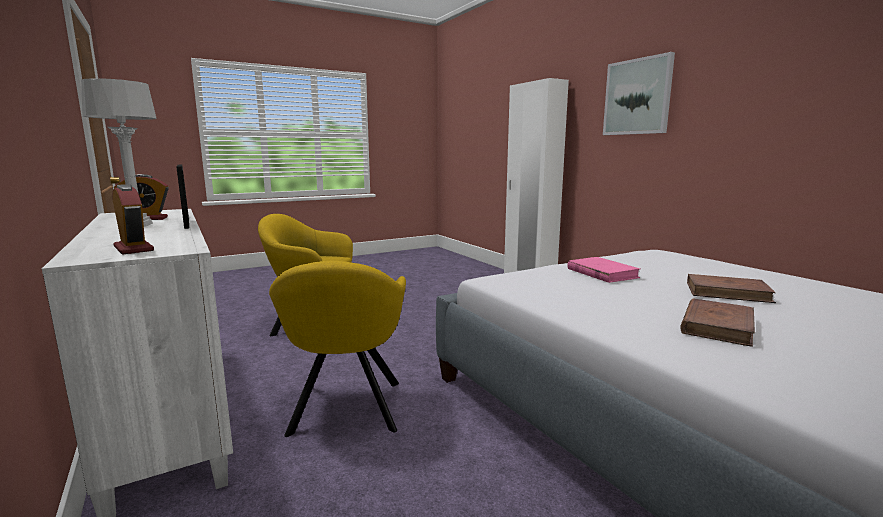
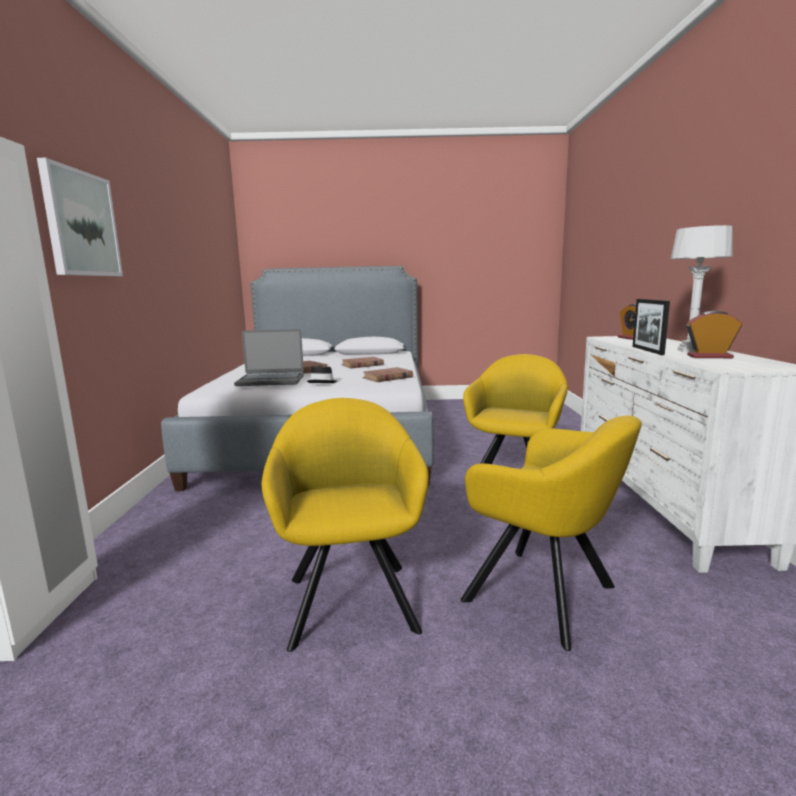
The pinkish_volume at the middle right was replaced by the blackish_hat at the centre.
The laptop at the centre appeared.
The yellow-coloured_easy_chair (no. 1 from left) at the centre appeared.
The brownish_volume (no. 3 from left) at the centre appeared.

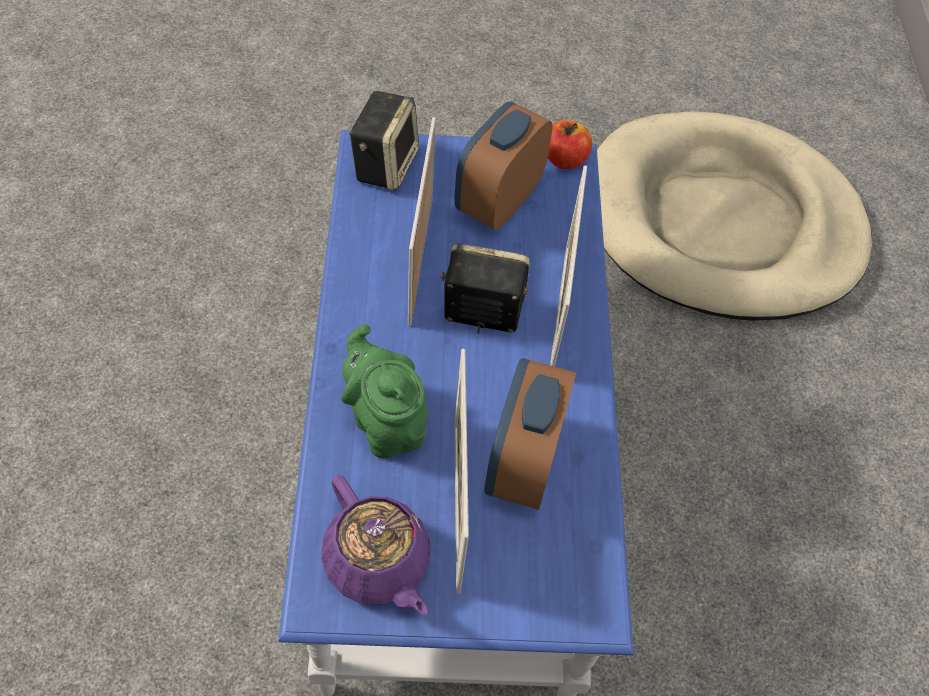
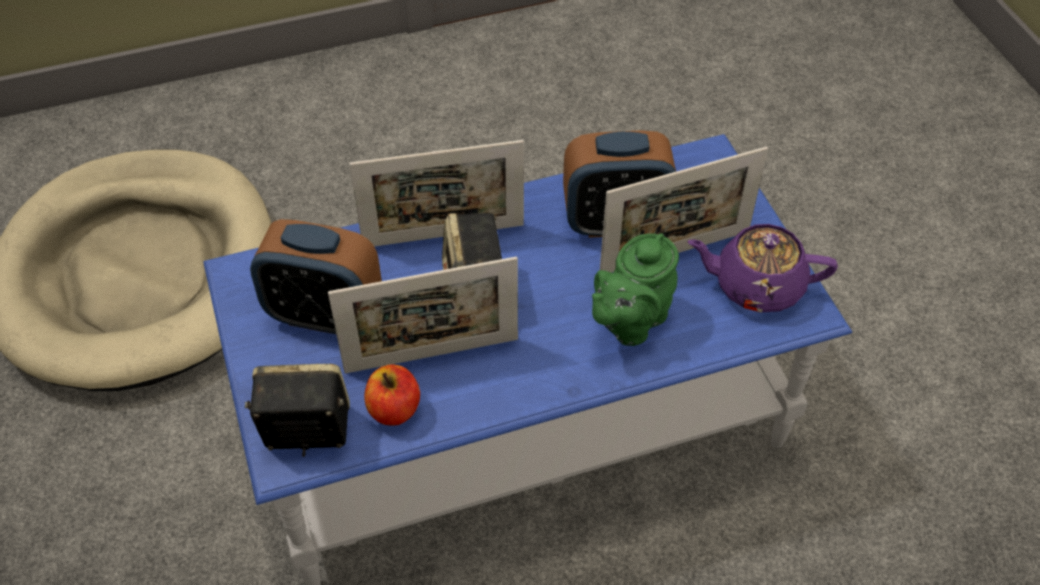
The purple-coloured_teapot at the bottom centre turned 120 degrees counterclockwise.
The whole_apple moved from the top centre to the bottom centre.

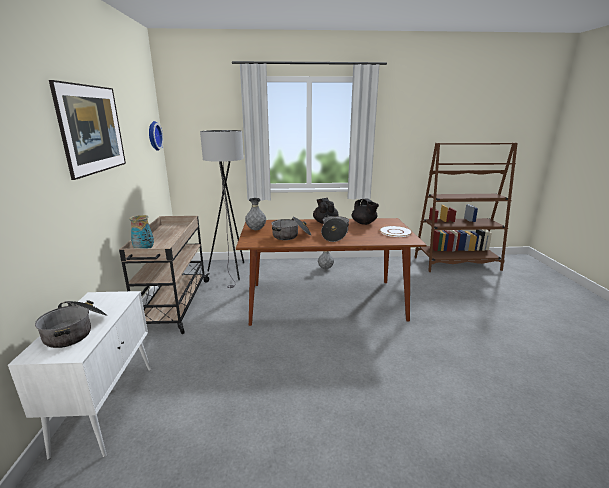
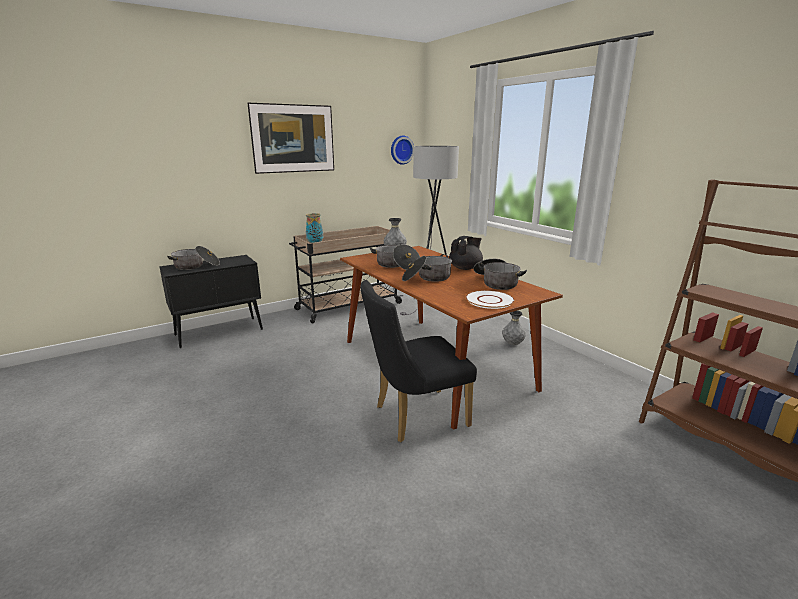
The white_cupboard at the bottom left became the blackish_cupboard at the middle left.
The blackish_teapot (no. 2 from left) at the centre was replaced by the cooking_pot (no. 4 from left) at the centre.
The blackish_upright_chair at the centre appeared.

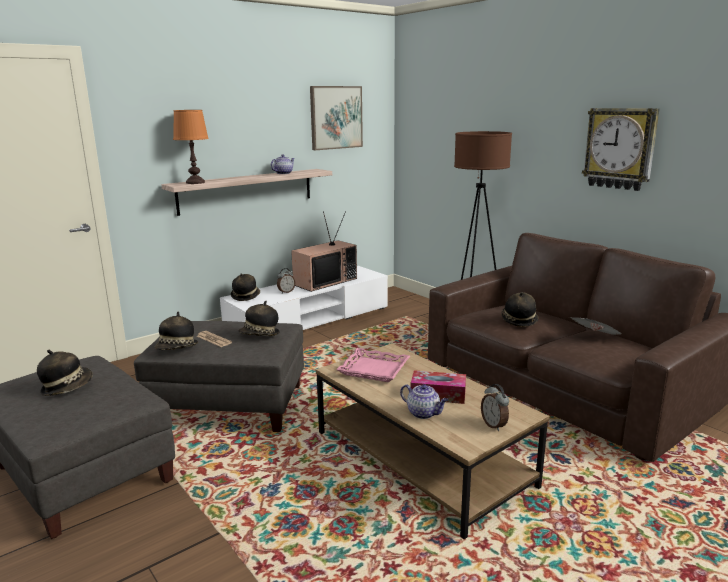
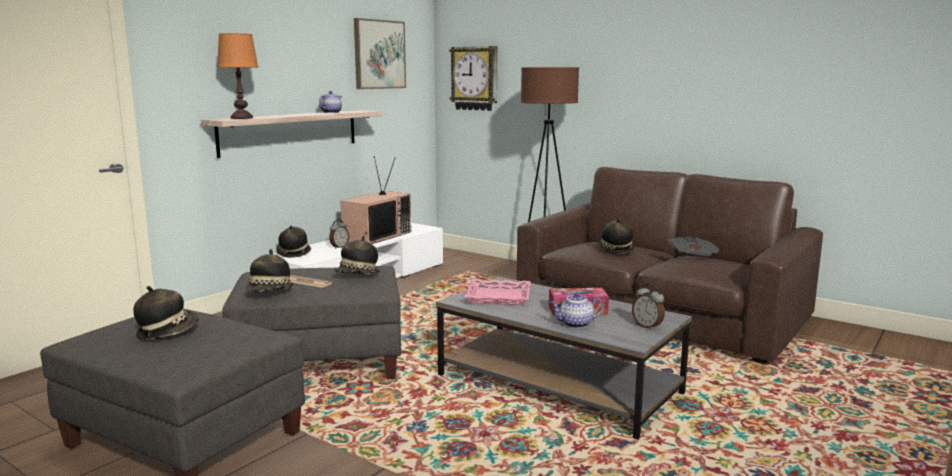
The brownish_coffee_table at the bottom centre became the gray_coffee_table at the bottom centre.
The teapot (no. 2 from left) at the bottom centre turned 150 degrees clockwise.
The clock_on_the_wall moved from the top right to the top centre.

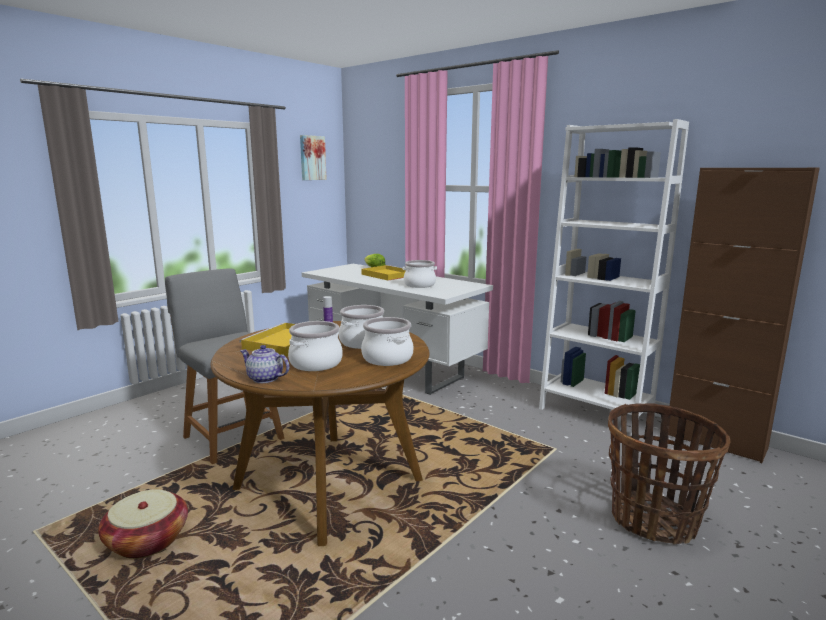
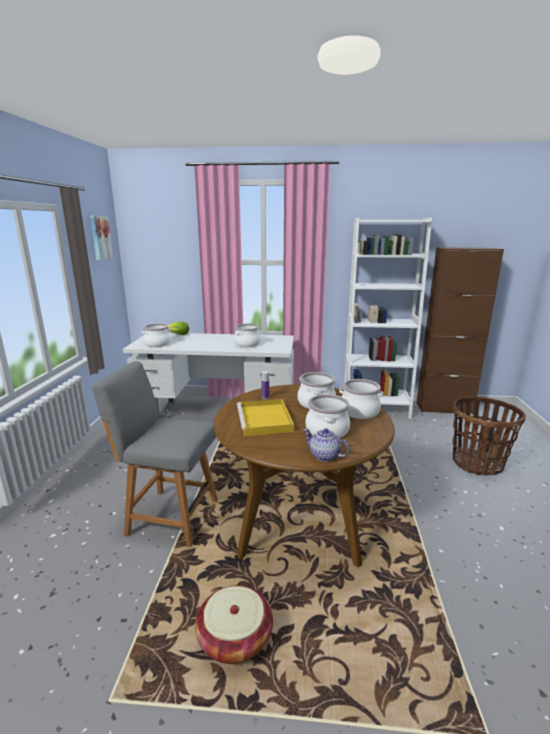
The teapot at the middle left turned 45 degrees clockwise.
The yellow-coloured_tray (no. 2 from left) at the centre disappeared.
The cooking_pot (no. 1 from left) at the middle left appeared.

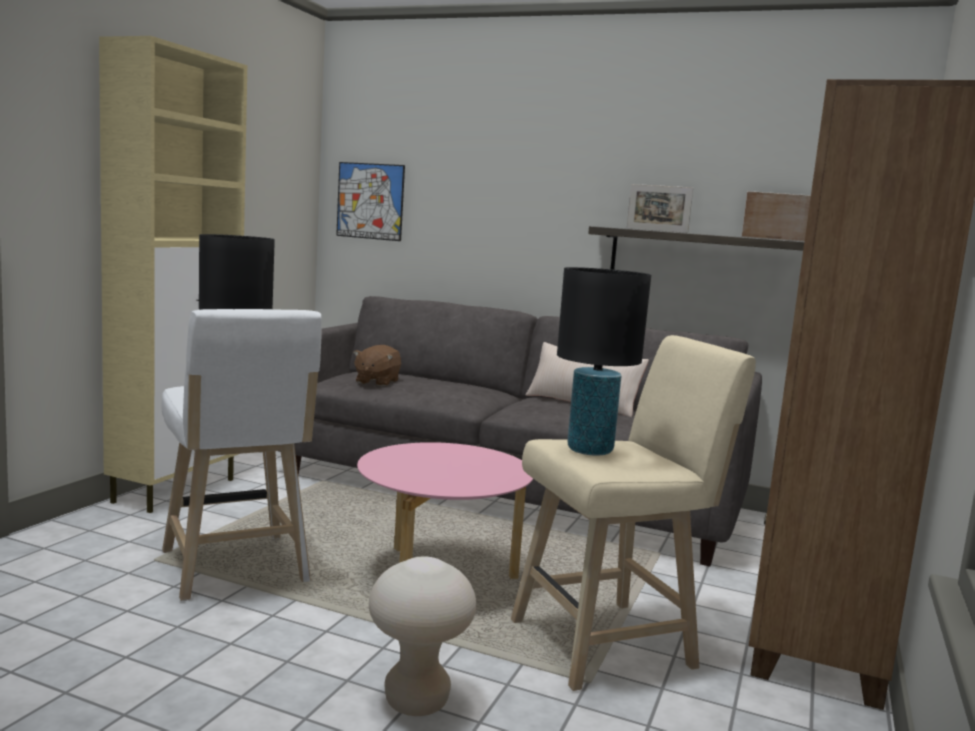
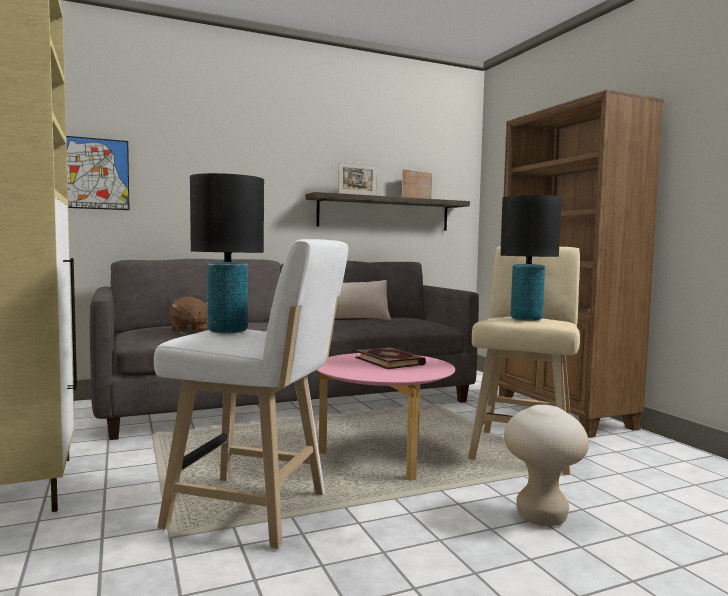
The volume at the centre appeared.

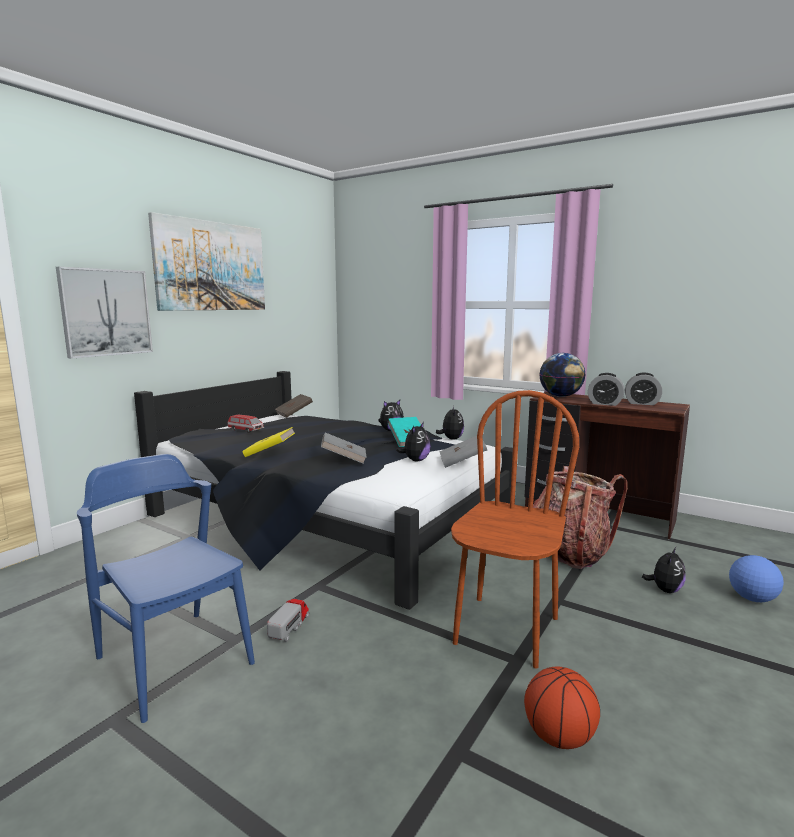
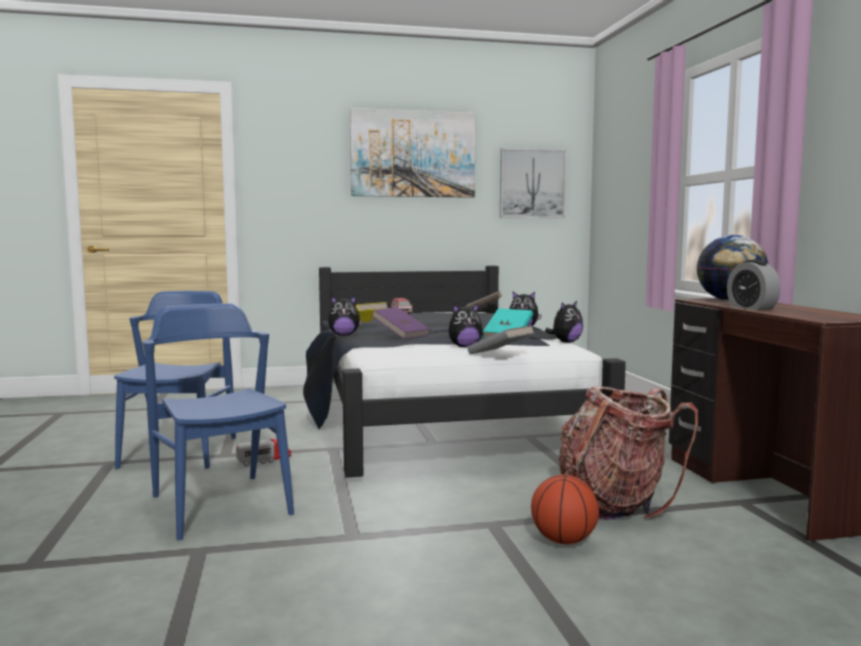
The picture (no. 1 from left in the first image) moved from the middle left to the top centre.
The gray_volume (no. 1 from left) at the centre became the purple-coloured_volume at the centre.
The brownish_upright_chair at the centre disappeared.
The basketball moved from the bottom right to the bottom centre.
The bedside_clock (no. 2 from left) at the middle right disappeared.
The soft_toy (no. 4 from left in the first image) moved from the bottom right to the centre.
The ball_for_football at the bottom right disappeared.
The bluish_upright_chair (no. 2 from left) at the middle left appeared.

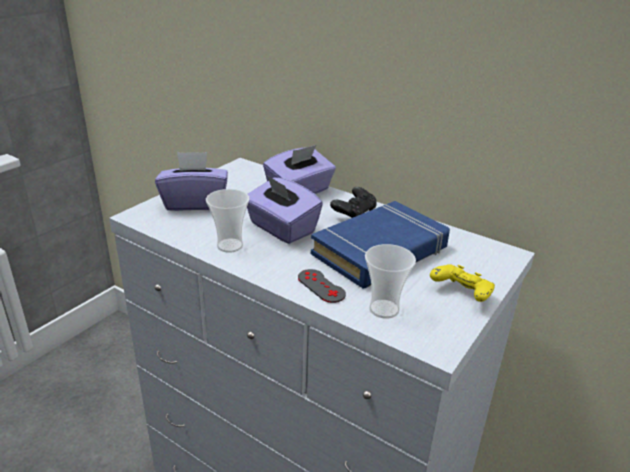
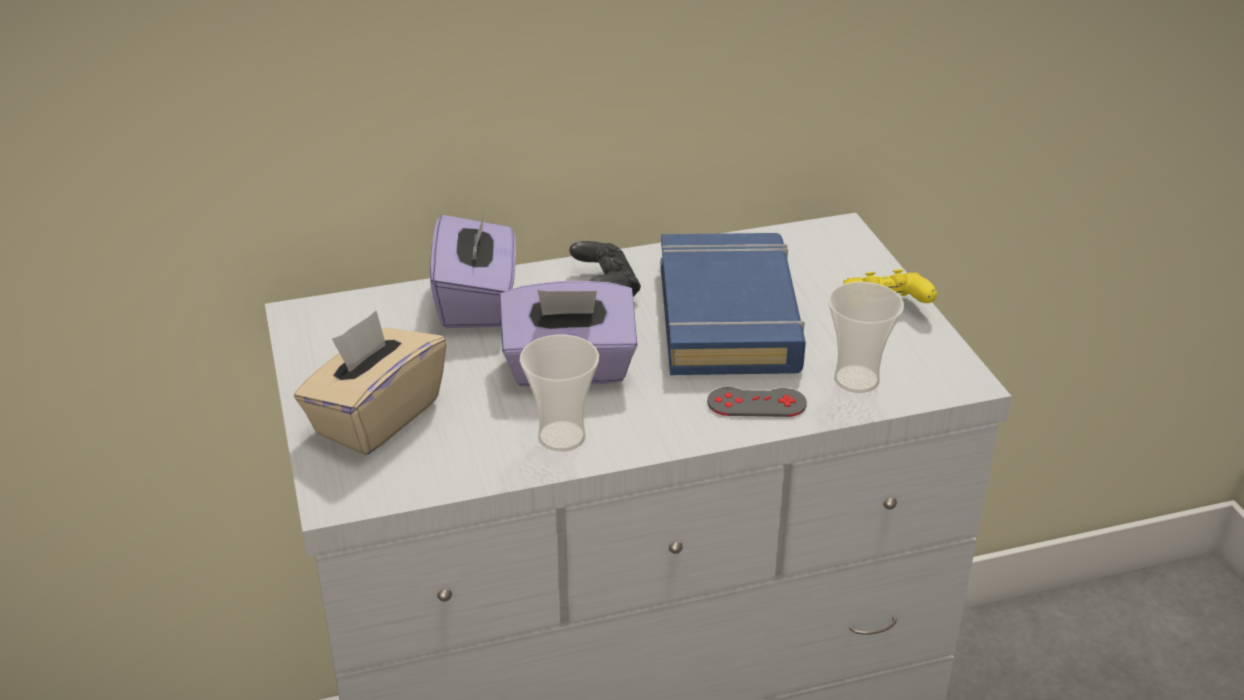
The purple-coloured_box_of_tissues (no. 1 from left) at the middle left became the beige_box_of_tissues at the middle left.

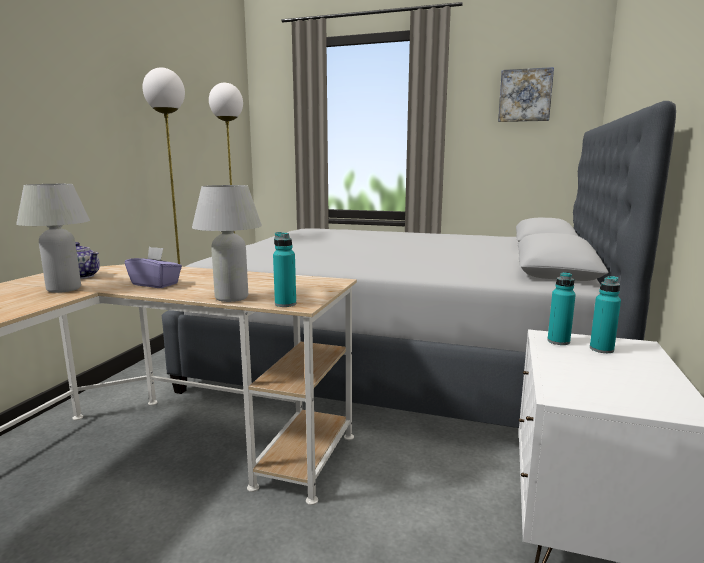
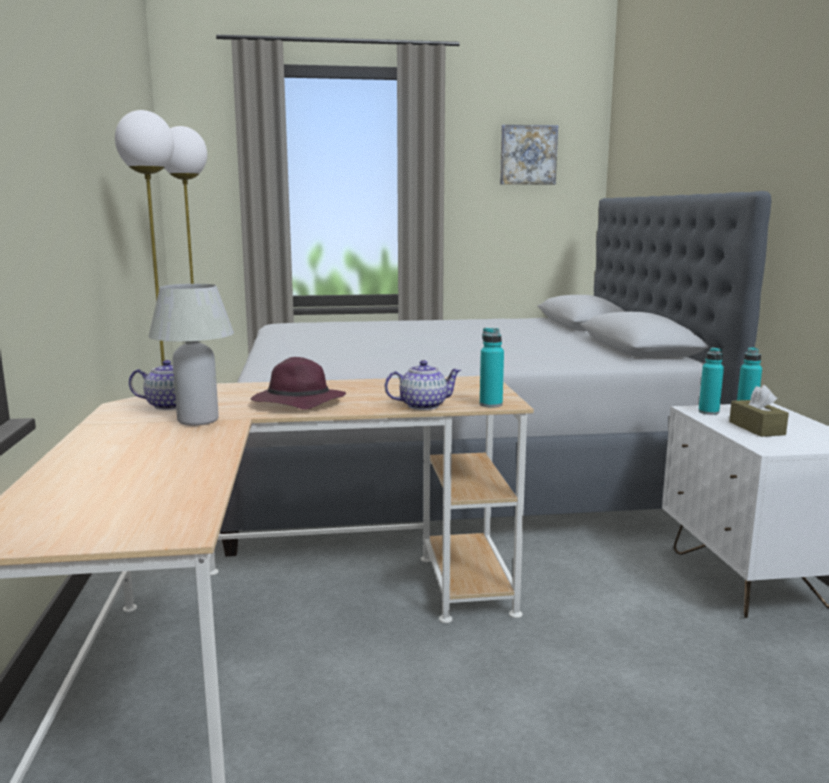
The purple-coloured_box_of_tissues at the middle left was replaced by the purple-coloured_hat at the centre.
The white_lamp_for_a_table (no. 2 from left) at the middle left was replaced by the teapot (no. 2 from left) at the centre.
The brownish_box_of_tissues at the middle right appeared.

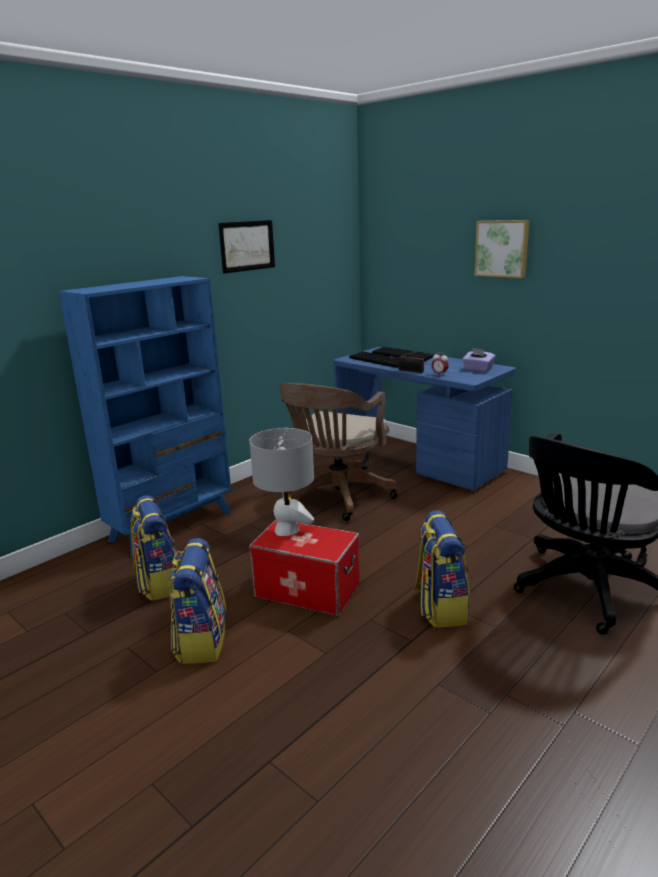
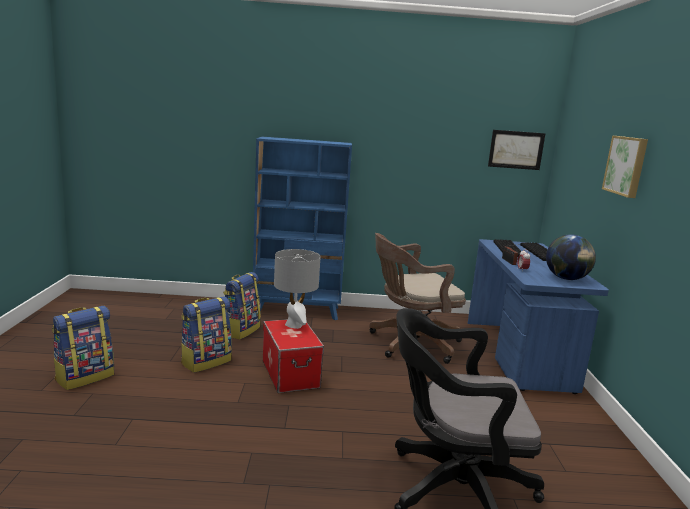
The picture (no. 1 from left) moved from the top centre to the top right.
The backpack (no. 3 from left in the first image) moved from the middle right to the bottom left.
The purple-coloured_box_of_tissues at the middle right was replaced by the desk_globe at the middle right.

